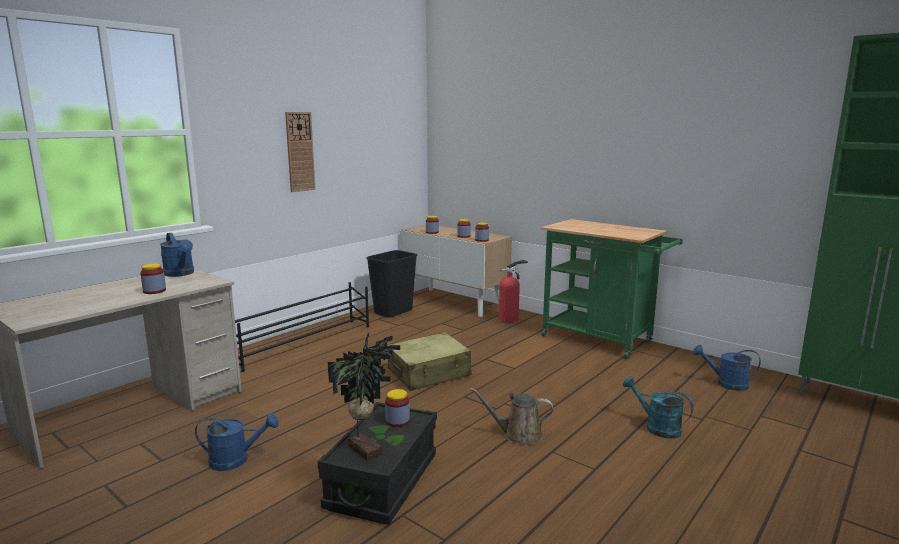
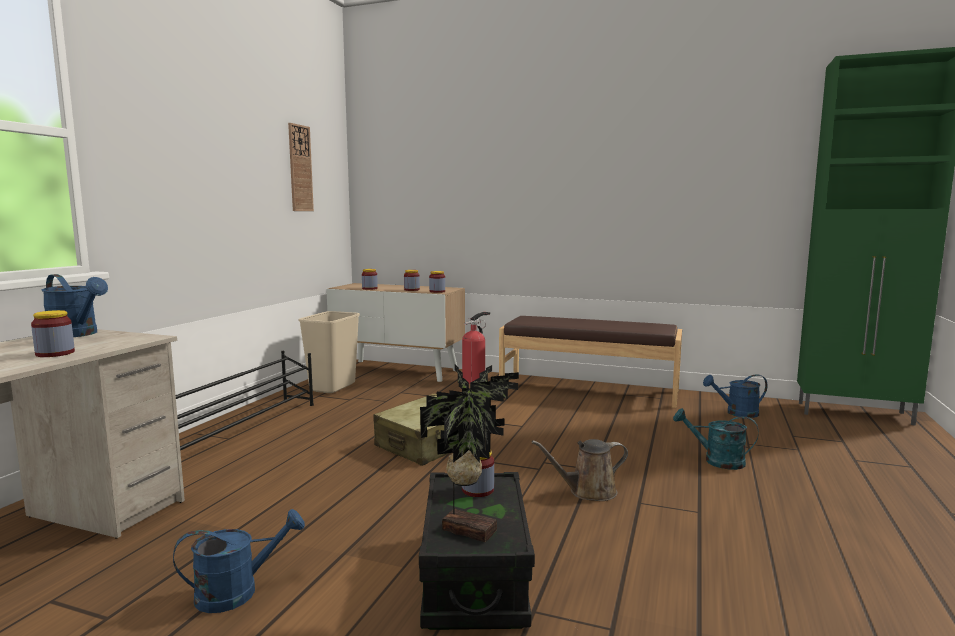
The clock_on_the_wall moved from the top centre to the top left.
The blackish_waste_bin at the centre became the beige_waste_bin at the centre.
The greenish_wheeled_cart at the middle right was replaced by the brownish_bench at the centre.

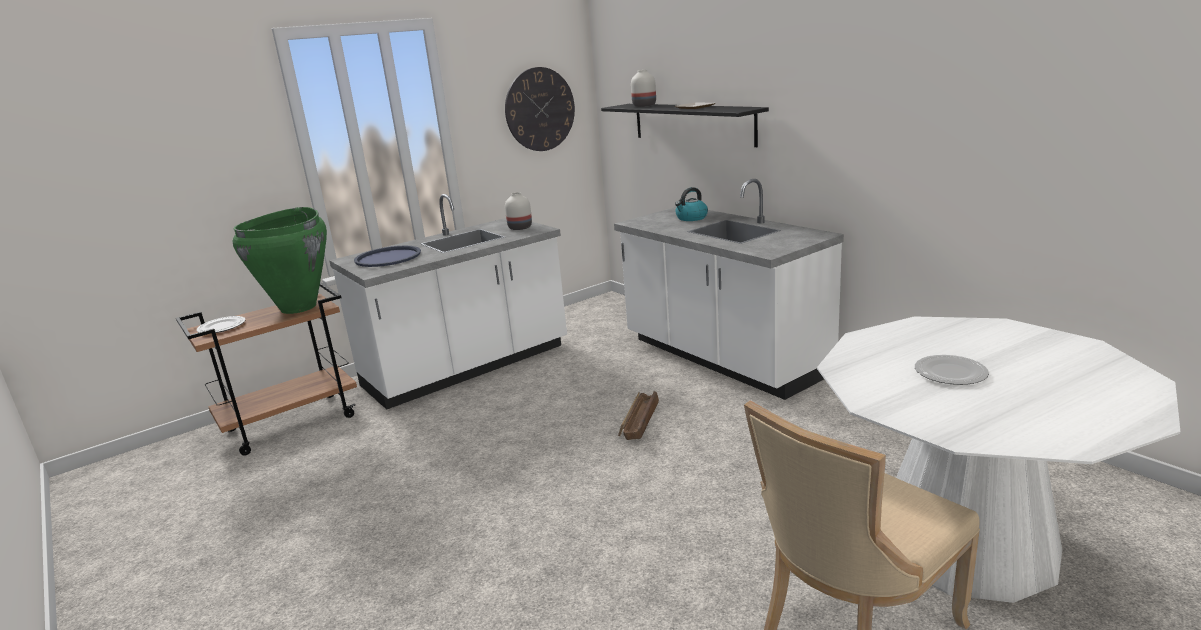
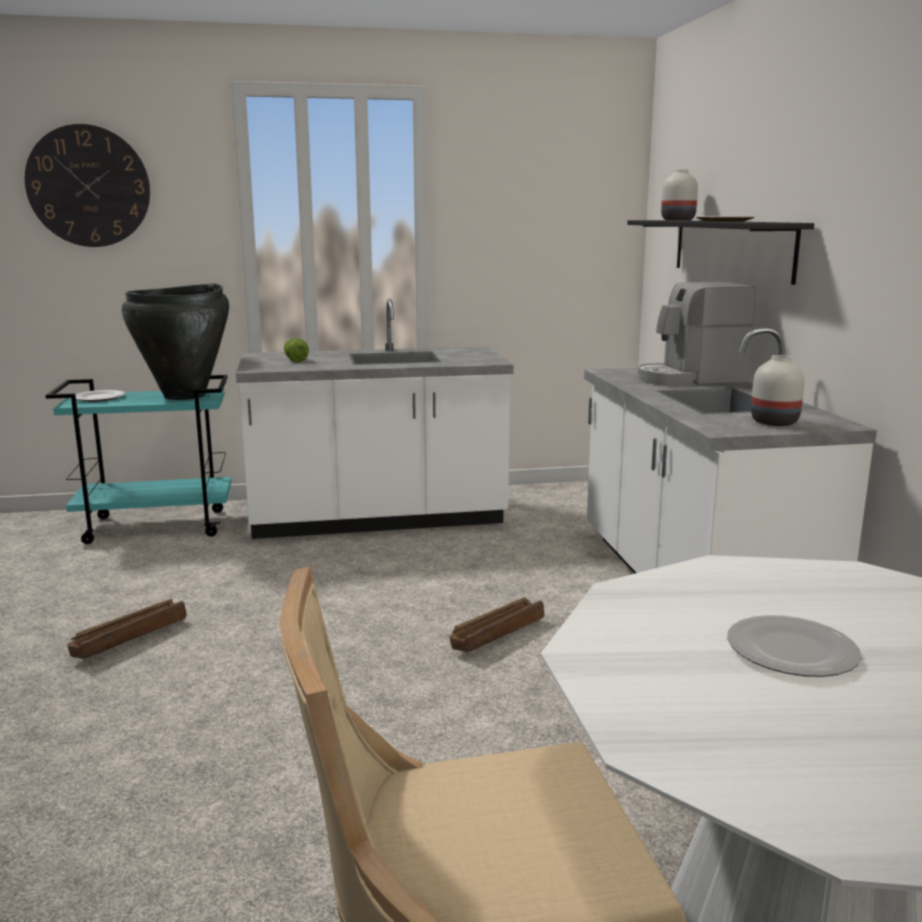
The brownish_wheeled_cart at the middle left became the turquoise_wheeled_cart at the middle left.
The greenish_flower_vase at the middle left became the blackish_flower_vase at the middle left.
The bluish_tray at the middle left was replaced by the lettuce_head at the middle left.
The clock_on_the_wall moved from the top centre to the top left.
The white_flower_vase (no. 1 from left in the first image) moved from the centre to the middle right.
The water_kettle at the top centre was replaced by the coffee_brewer at the middle right.
The packing_crate (no. 1 from left) at the bottom left appeared.

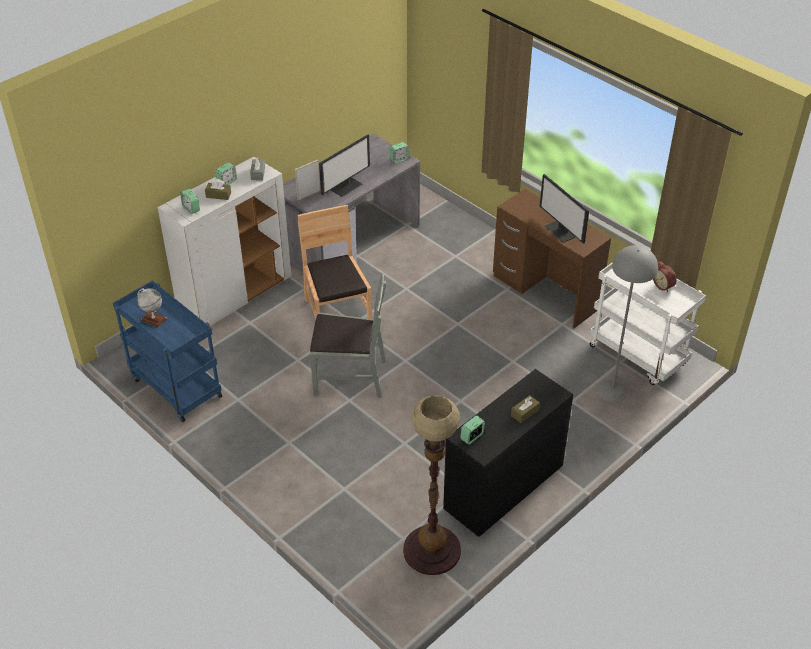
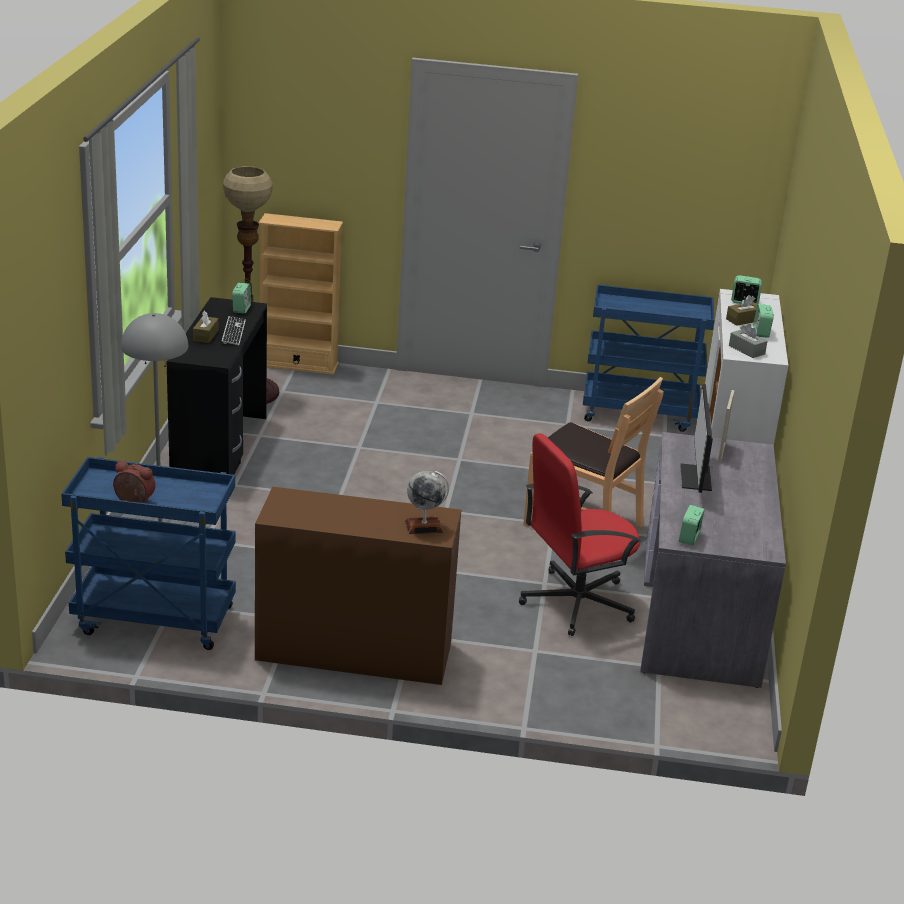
The desk_globe moved from the middle left to the centre.
The gray_upright_chair at the centre disappeared.
The monitor (no. 2 from left) at the top right disappeared.
The white_wheeled_cart at the middle right became the bluish_wheeled_cart (no. 1 from left) at the middle left.
The computer_keyboard at the middle left appeared.
The beige_bookcase at the top left appeared.
The reddish_desk_chair at the centre appeared.

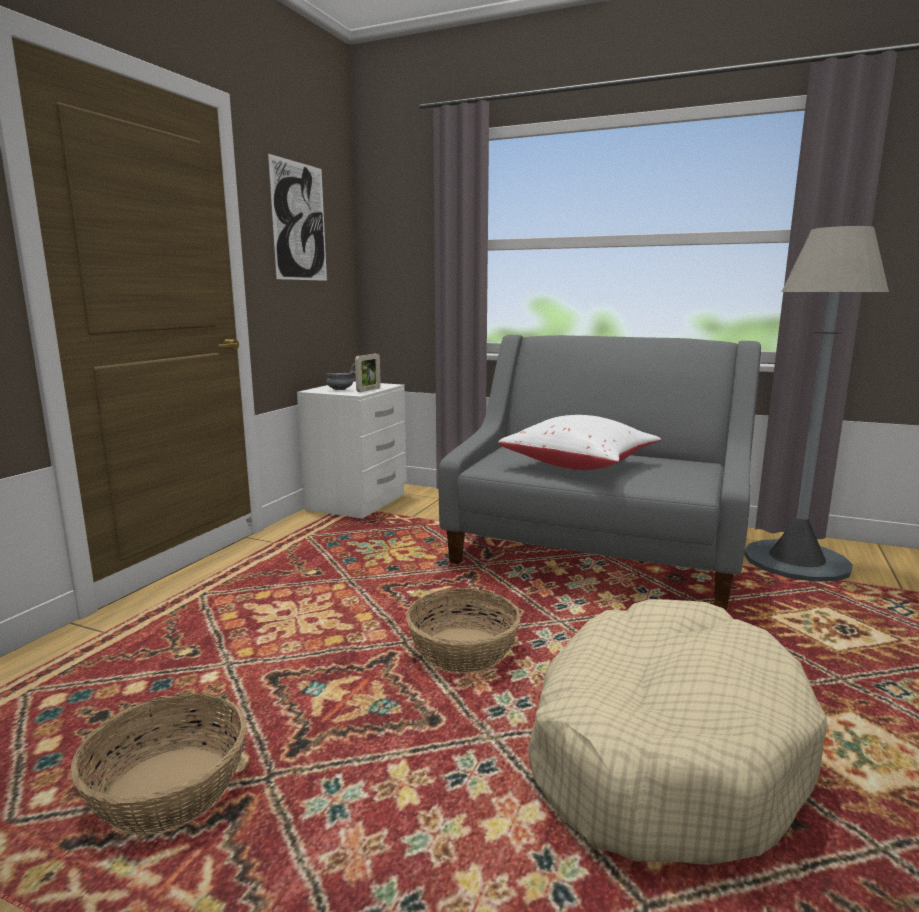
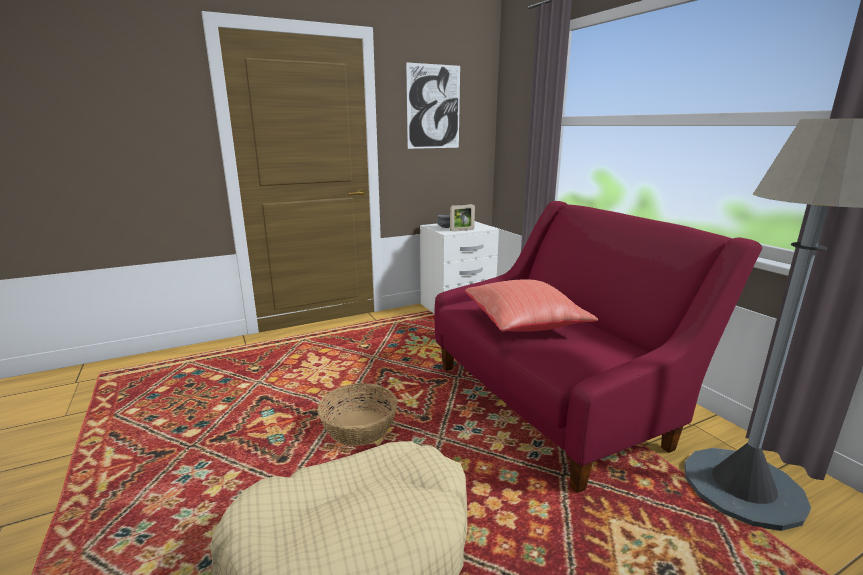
The storage_basket (no. 1 from left) at the bottom left disappeared.
The gray_couch at the centre became the reddish_couch at the middle right.
The white_pillow at the centre became the reddish_pillow at the centre.

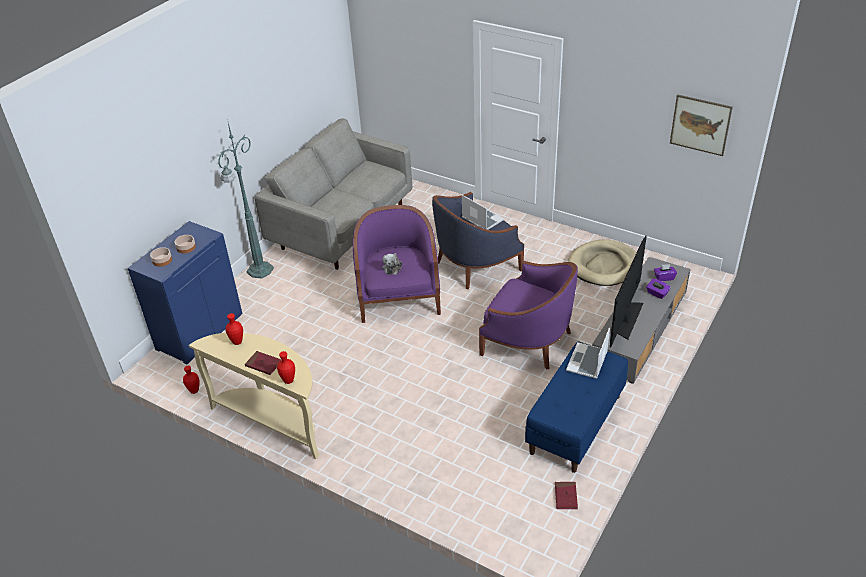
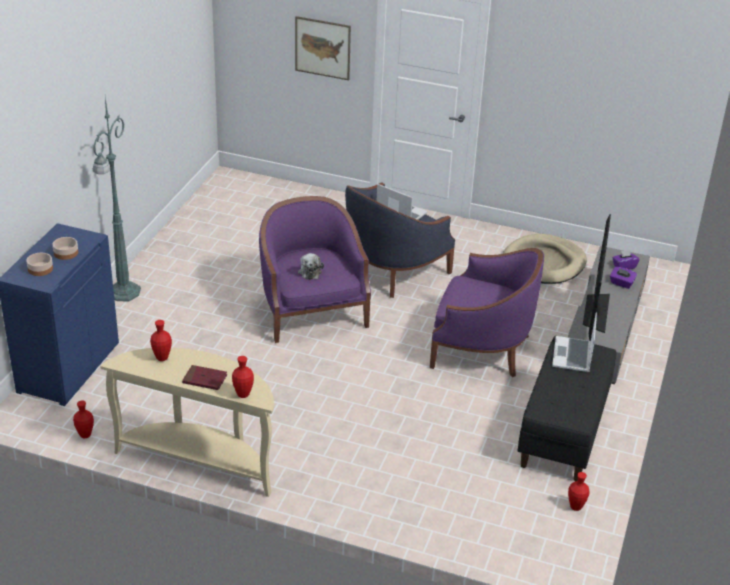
The gray_couch at the centre disappeared.
The bluish_bench at the bottom centre became the blackish_bench at the bottom right.
The reddish_volume (no. 2 from left) at the bottom centre was replaced by the reddish_flower_vase (no. 4 from left) at the bottom right.
The picture moved from the top right to the top centre.

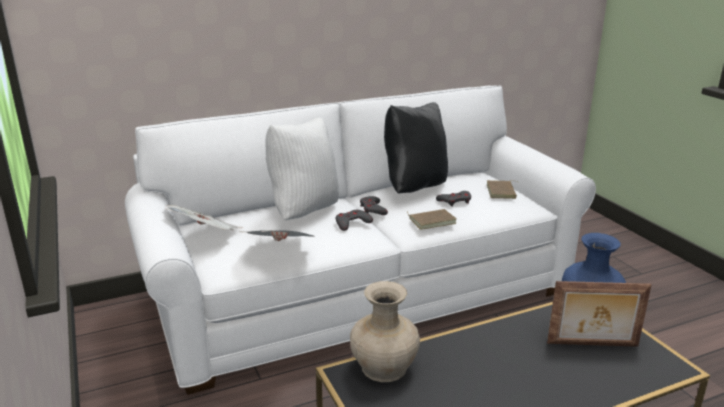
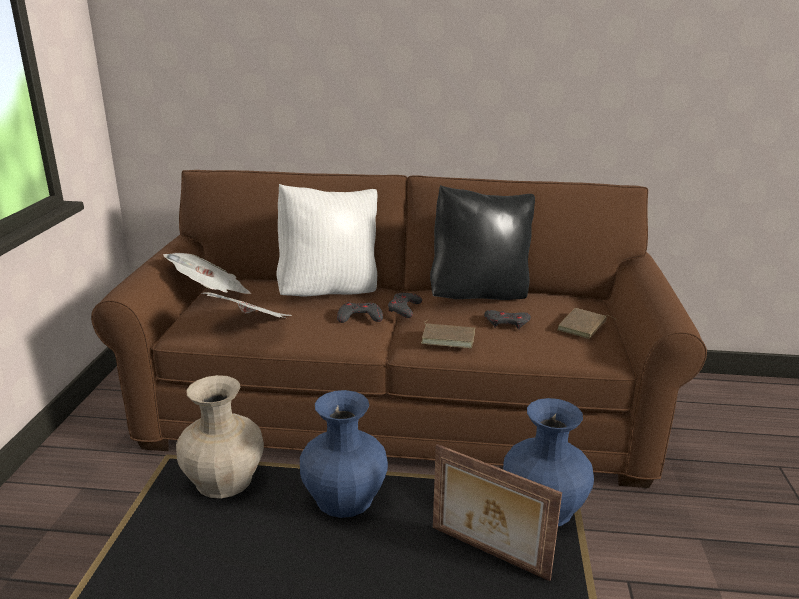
The white_couch at the centre became the brownish_couch at the centre.
The bluish_flower_vase (no. 1 from left) at the bottom centre appeared.

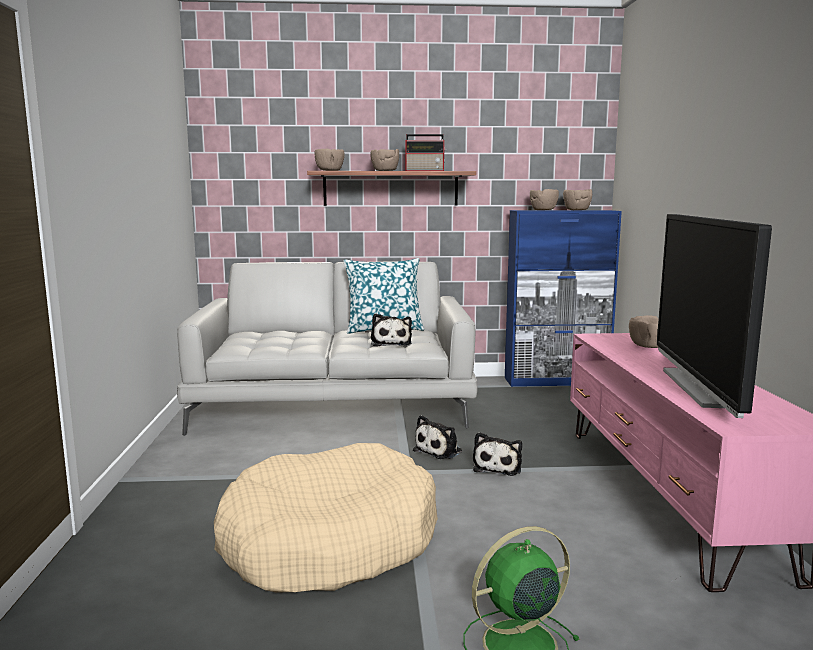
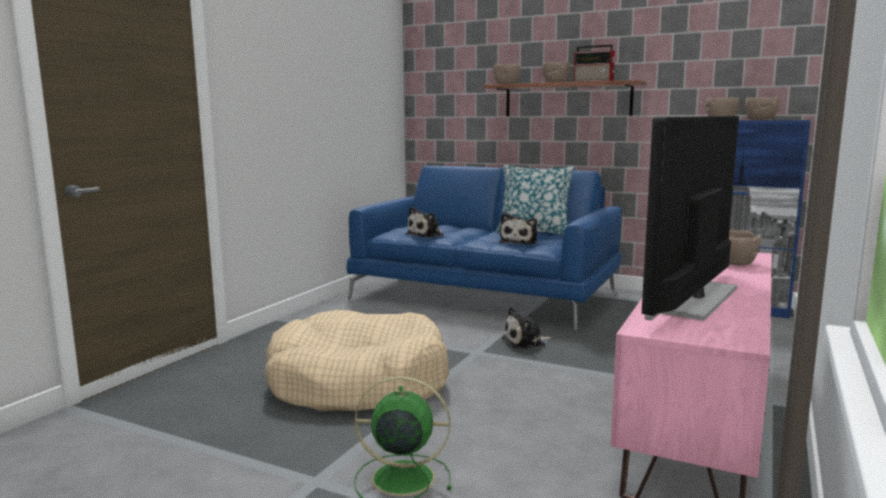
The gray_couch at the centre became the bluish_couch at the centre.
The soft_toy (no. 3 from left in the first image) moved from the bottom centre to the centre.

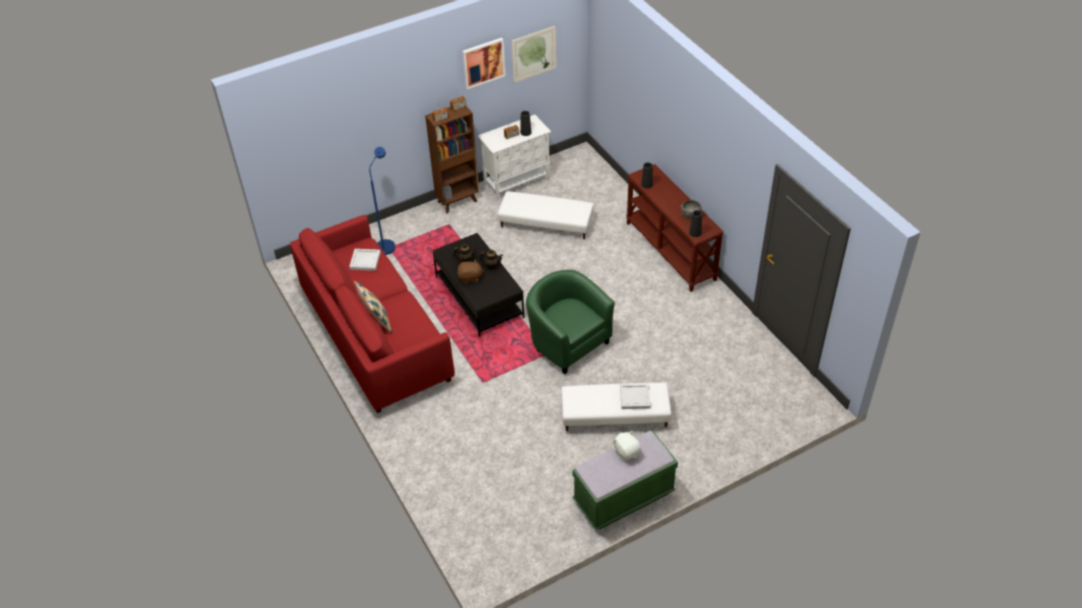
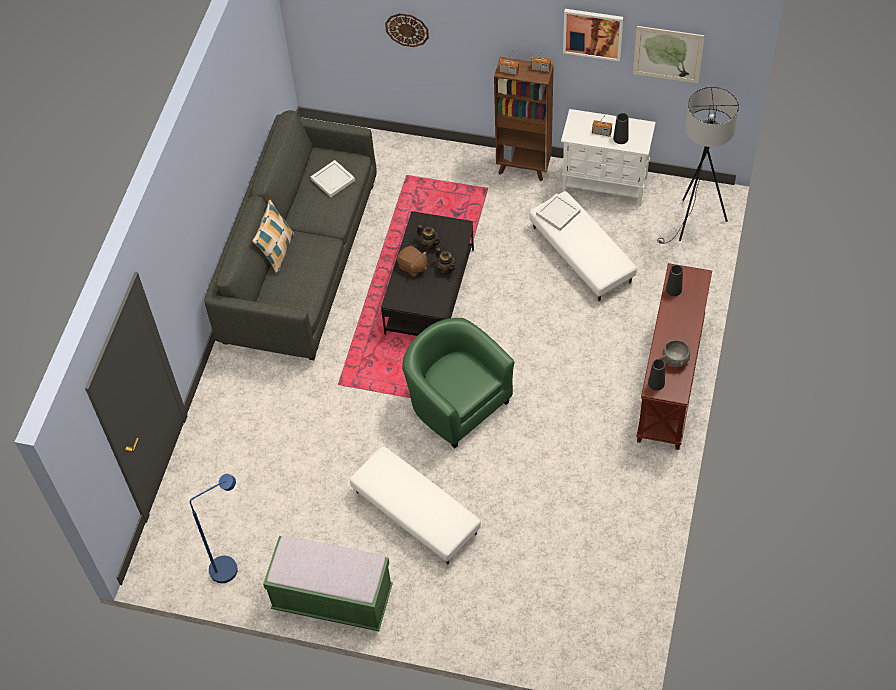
The reddish_couch at the centre became the gray_couch at the middle left.
The bluish_standing_lamp moved from the top centre to the bottom left.
The greenish_easy_chair at the centre turned 45 degrees counterclockwise.
The white_soft_toy at the bottom centre disappeared.
The white_tray (no. 2 from left) moved from the centre to the top centre.
The clock_on_the_wall at the top centre appeared.
The gray_standing_lamp at the top right appeared.

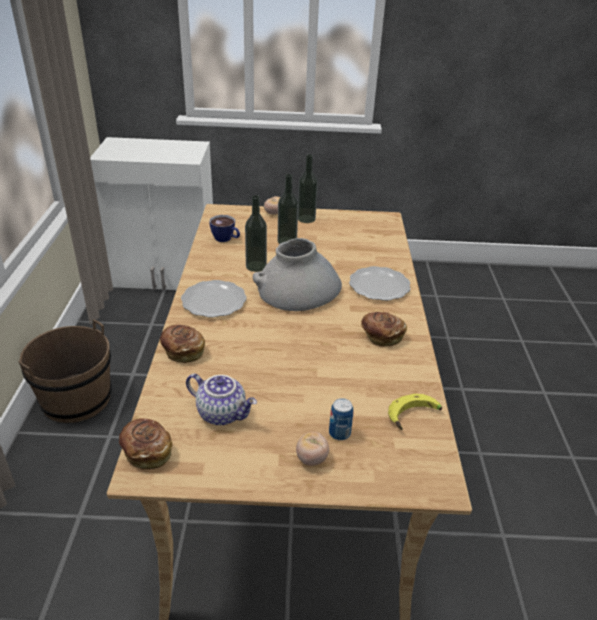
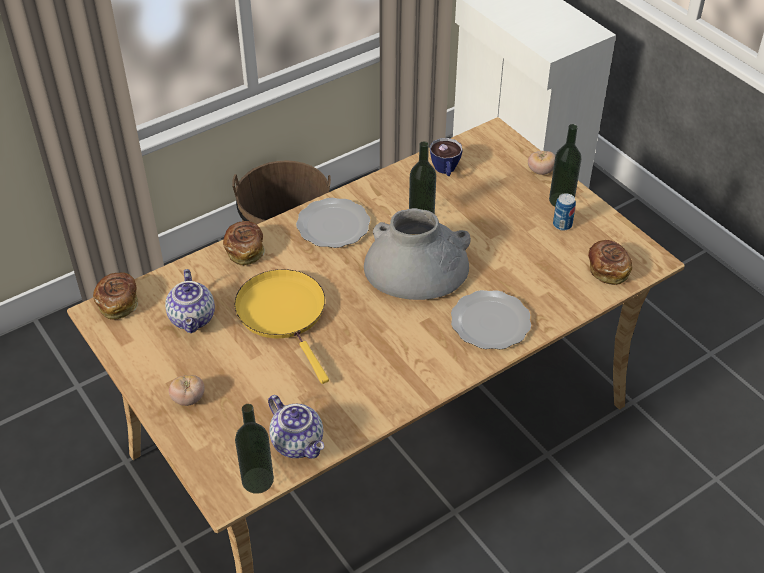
The beverage_bottle (no. 2 from left in the first image) moved from the centre to the bottom left.
The sealed_can moved from the bottom centre to the middle right.
The bread (no. 3 from left) moved from the centre to the middle right.
The whole_banana at the middle right was replaced by the teapot (no. 2 from left) at the bottom centre.
The yellow-coloured_pan at the centre appeared.

